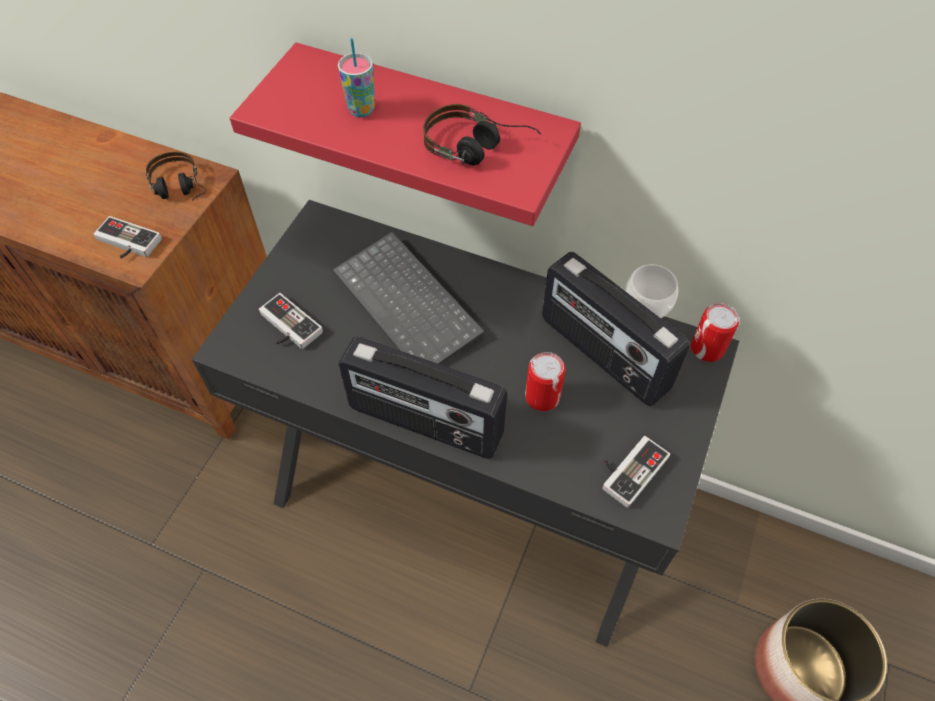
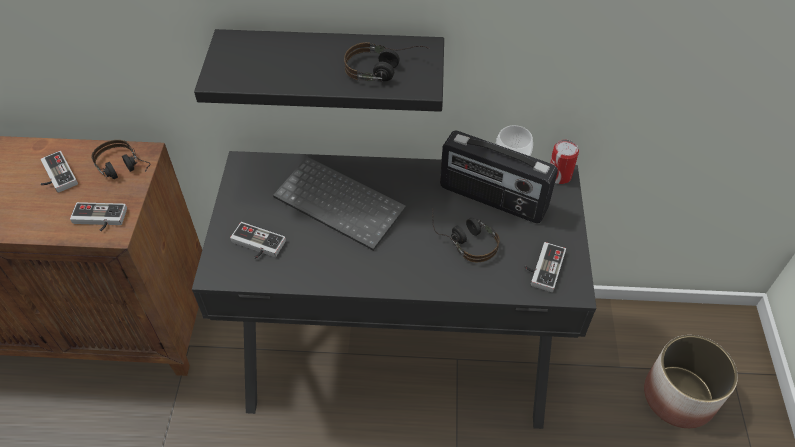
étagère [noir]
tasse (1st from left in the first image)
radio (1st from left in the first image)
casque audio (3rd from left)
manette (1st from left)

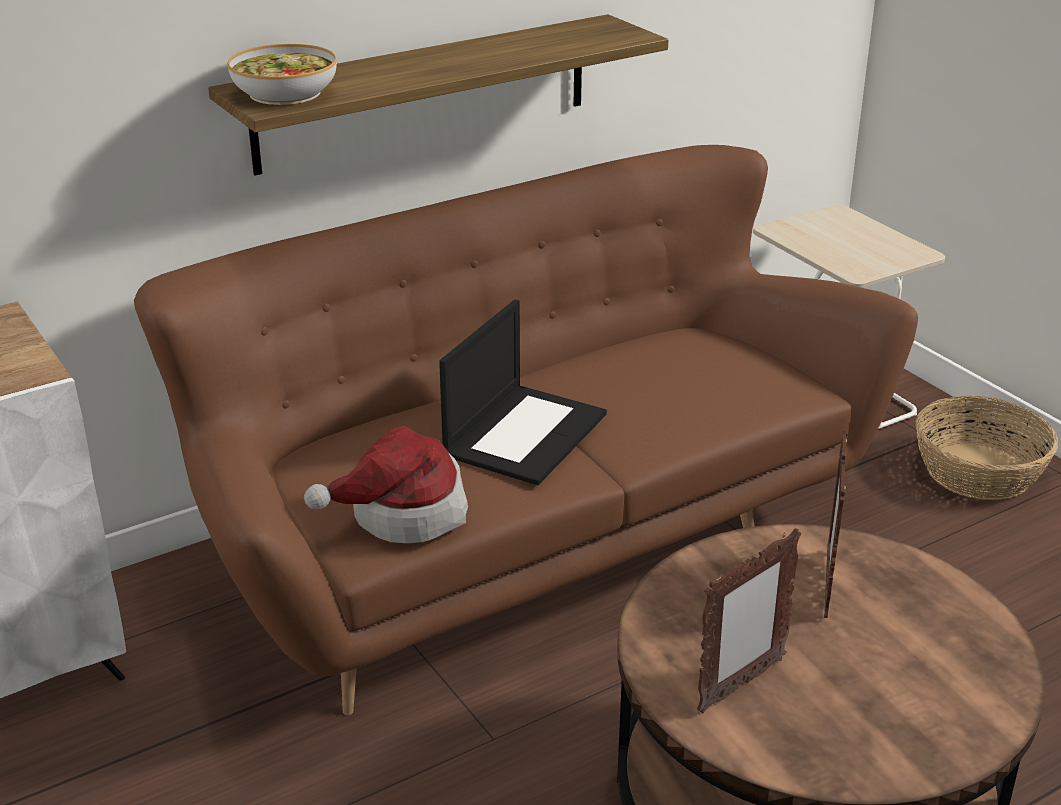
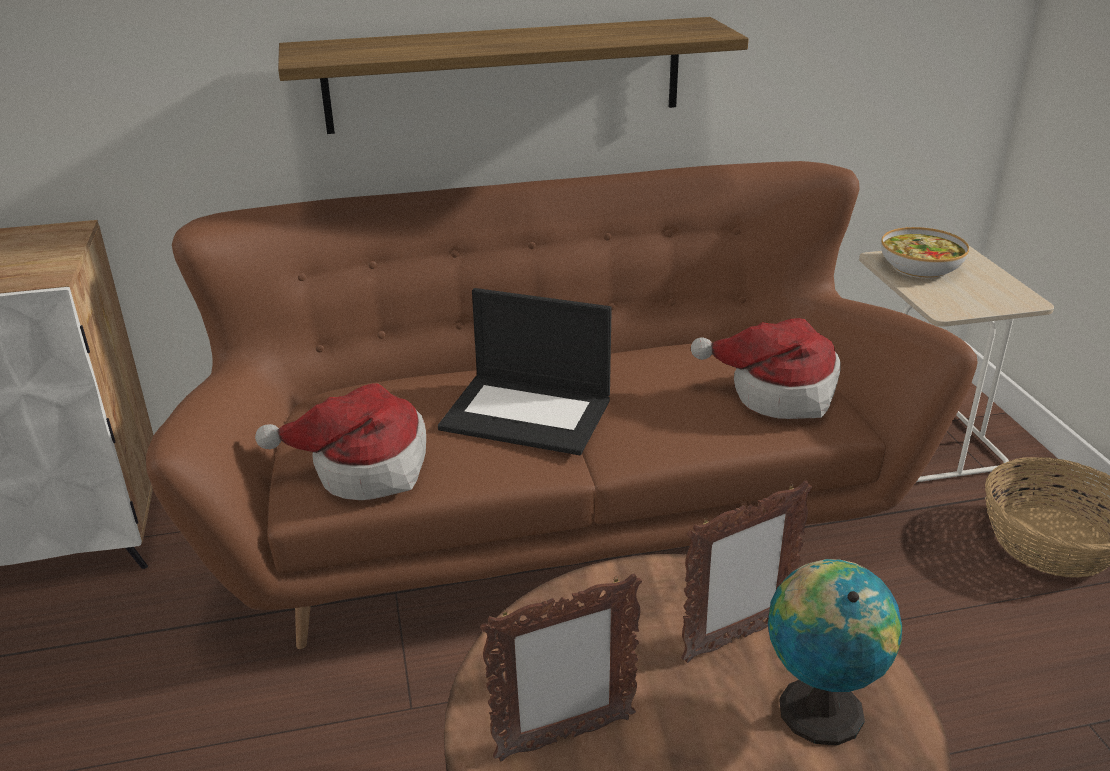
bol
ordinateur portable
cadre photo (2nd from left)
chapeau (2nd from left)
globe

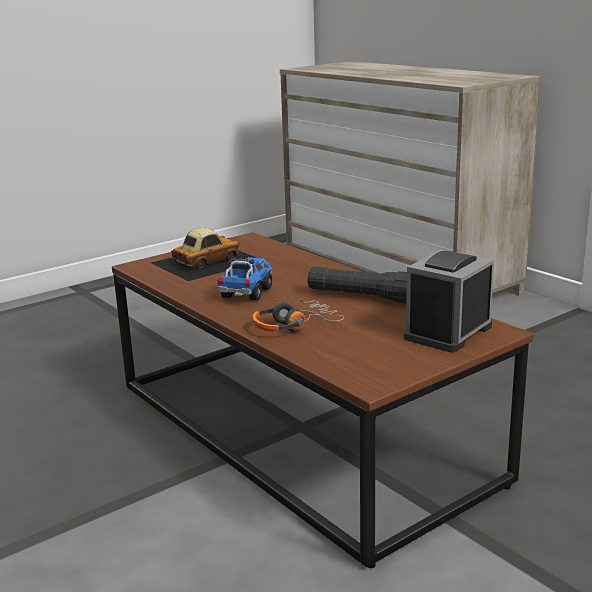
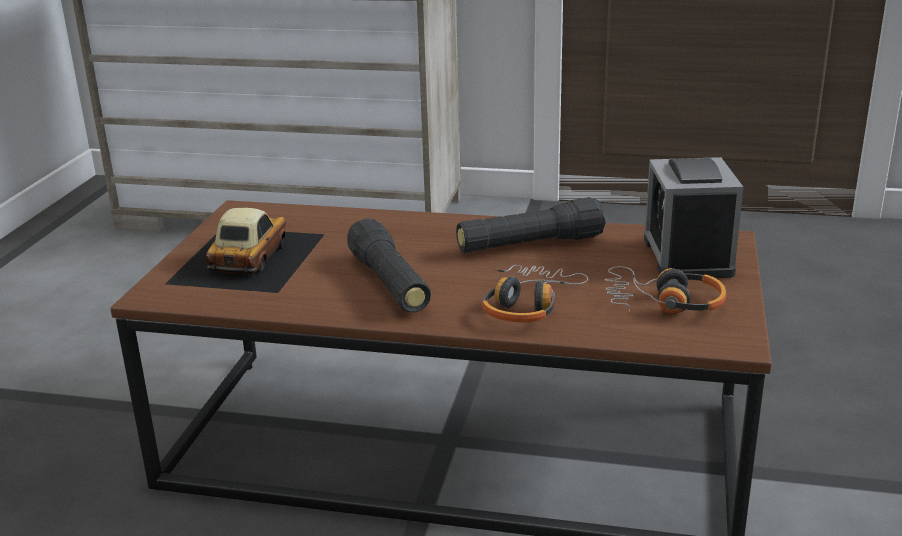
lampe de poche [noir] (1st from left)
casque audio (2nd from left)

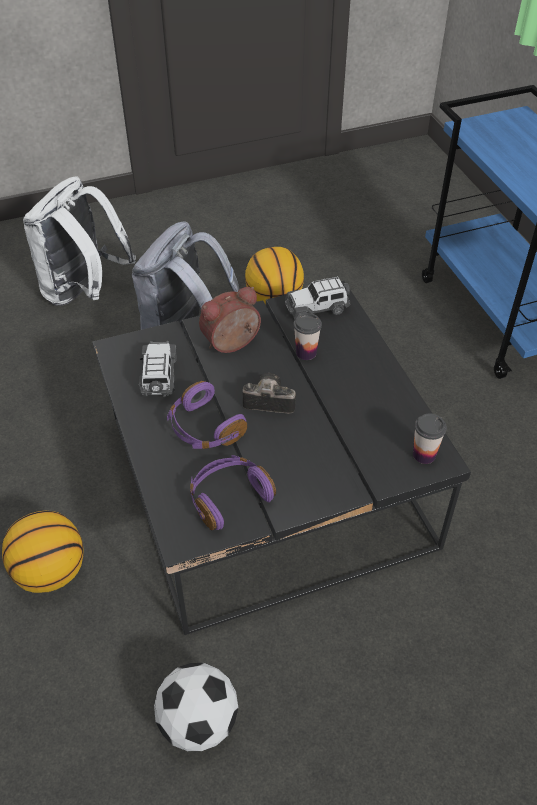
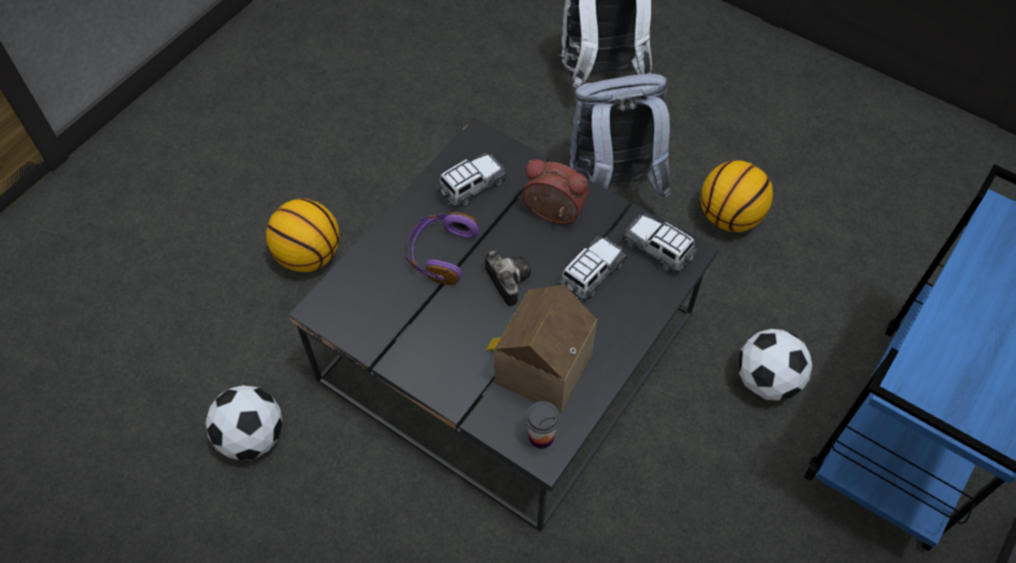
casque audio [violet] (2nd from left in the first image)
petite voiture (2nd from left)
maison miniature
ballon de foot (2nd from left)

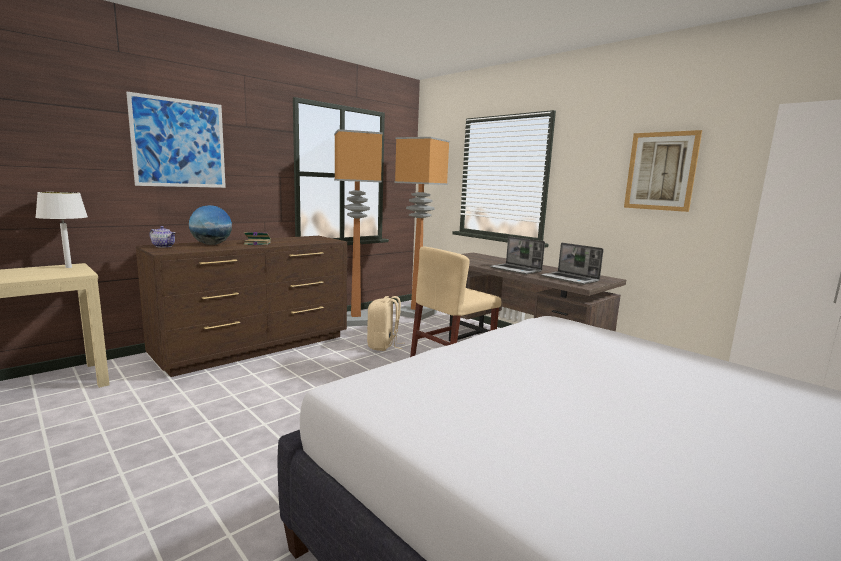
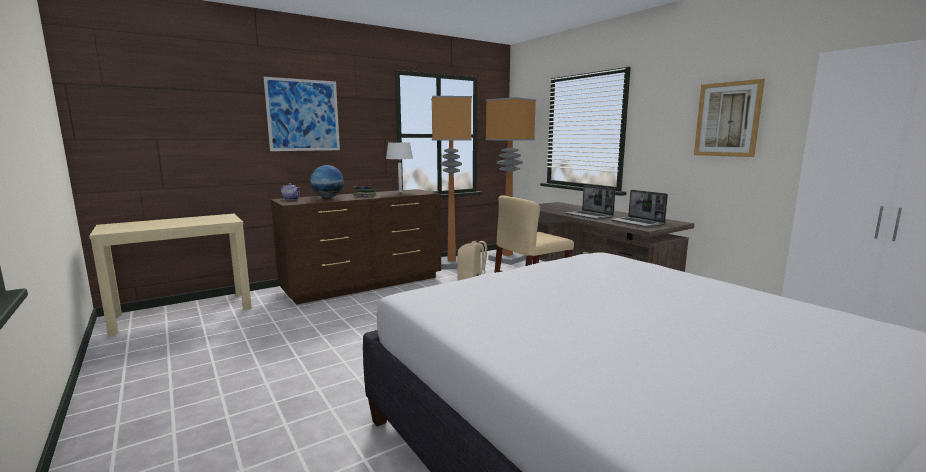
lampe de table [blanc]

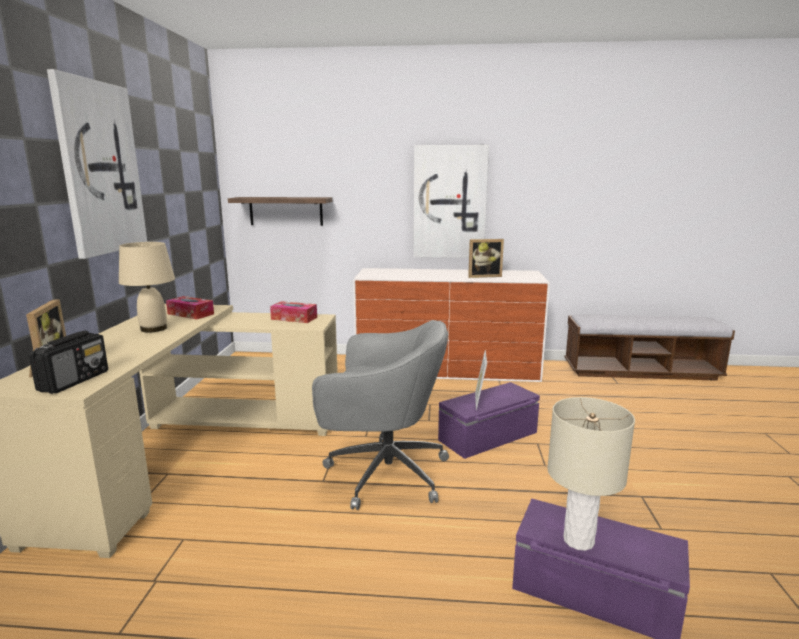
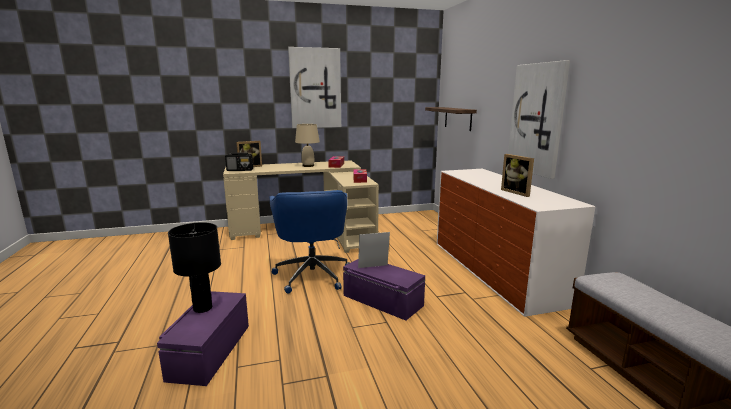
chaise de bureau [bleu]
lampe de table [noir]

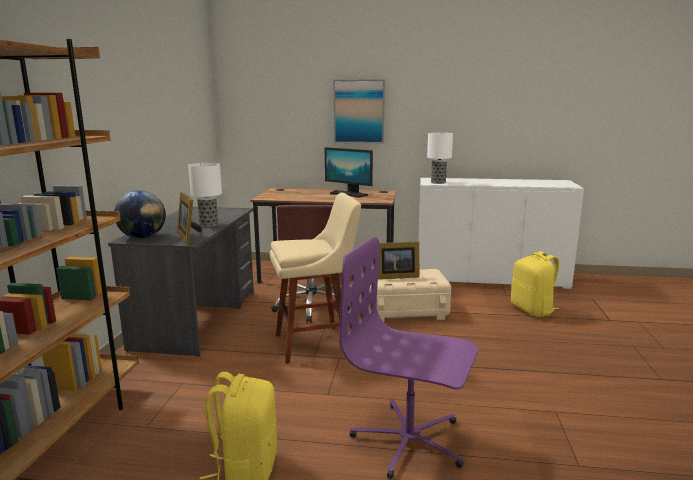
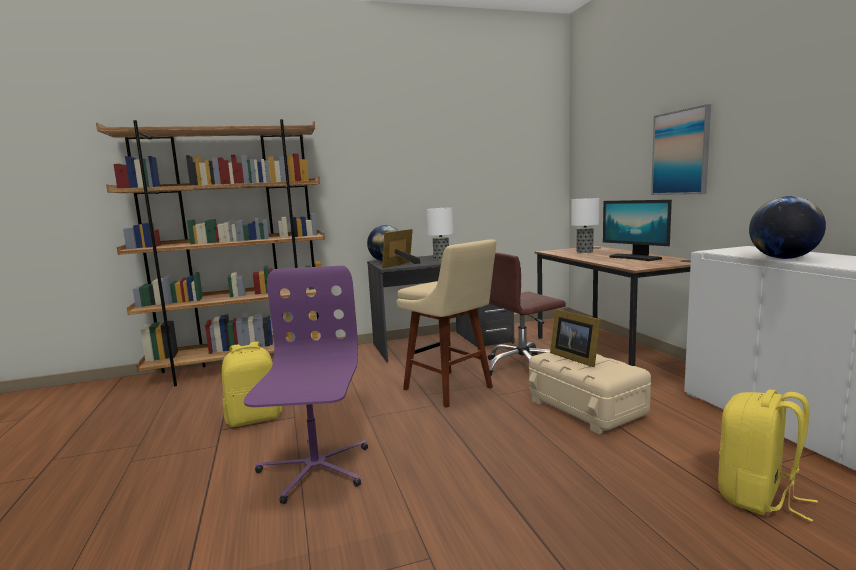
écran d'ordinateur
lampe de table (2nd from left)
globe (2nd from left)

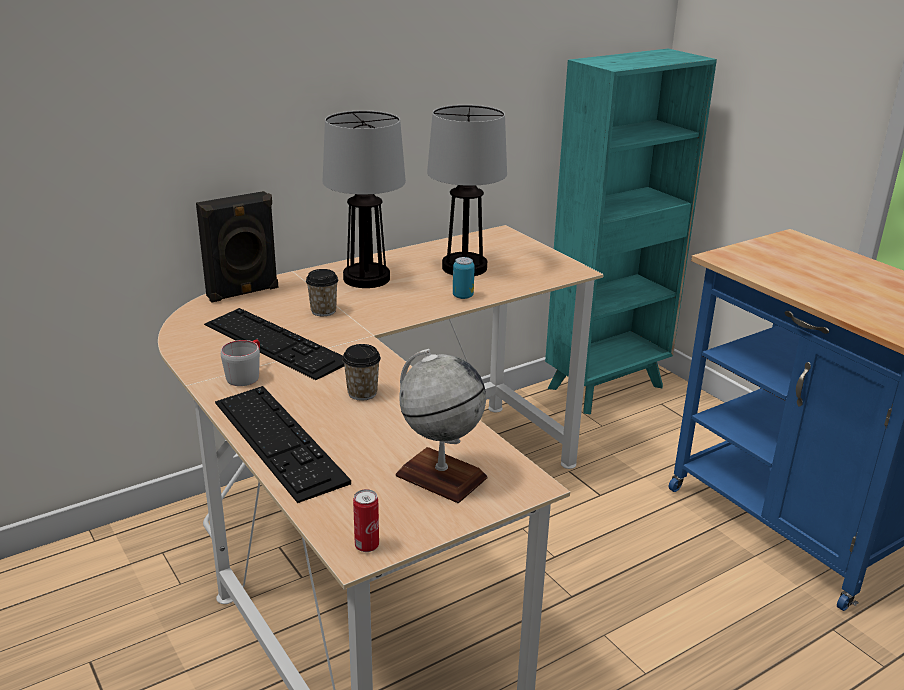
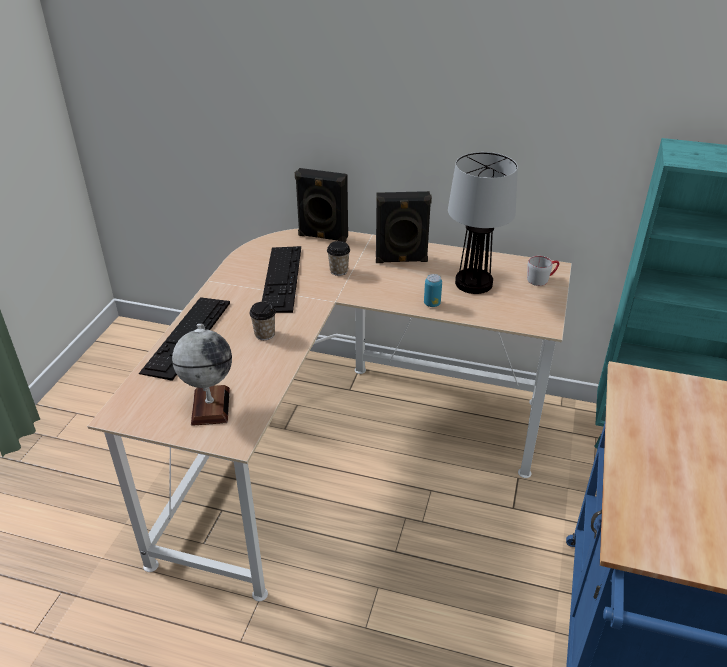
mug [gris]
enceinte [noir] (2nd from left)
boîte métallique (1st from left in the first image)

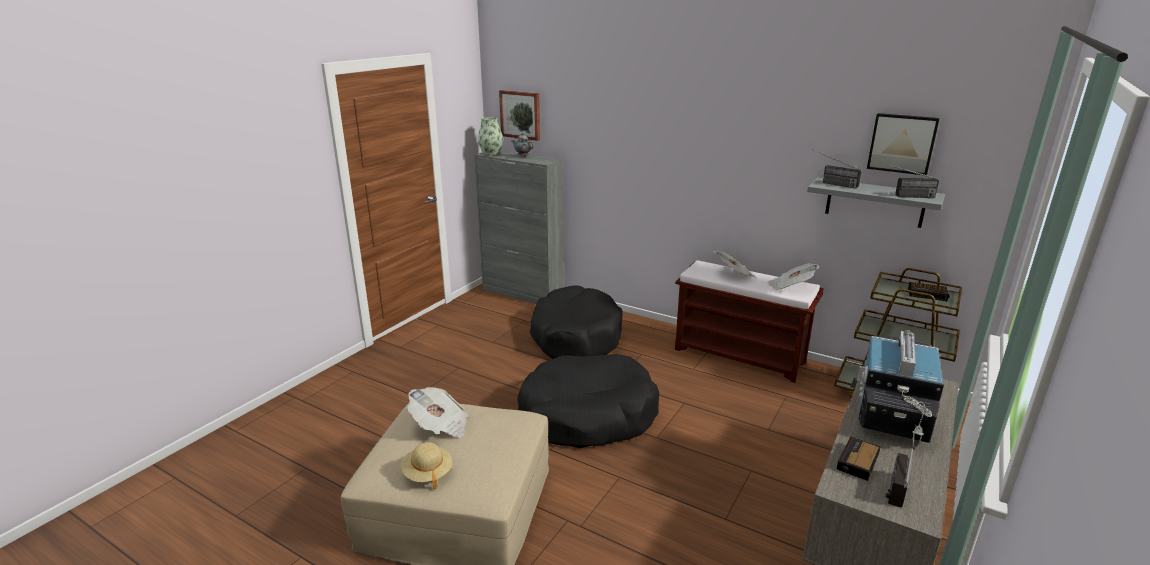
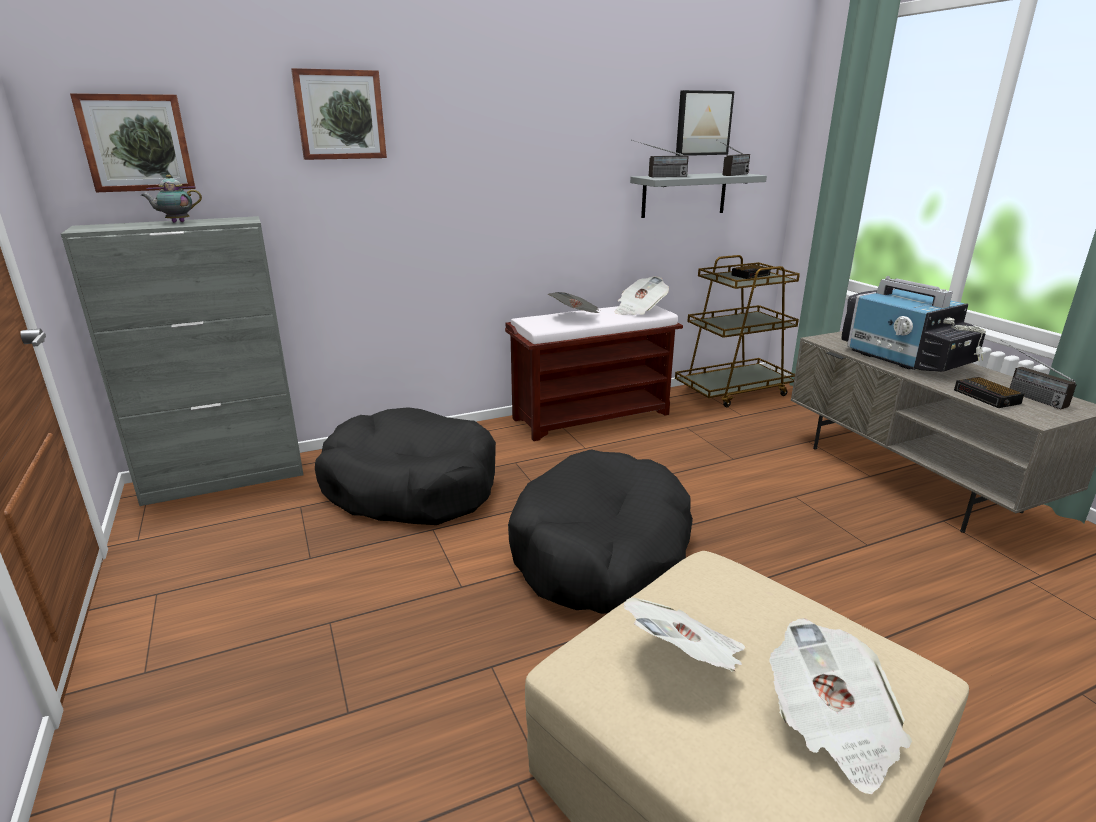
journal (4th from left)
vase
tableau (2nd from left)

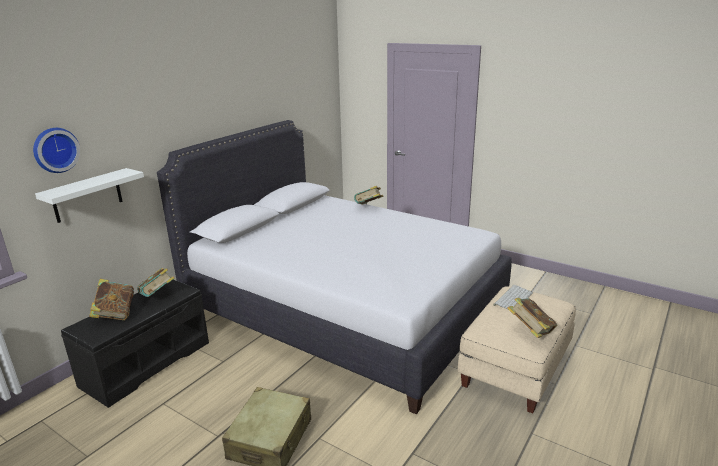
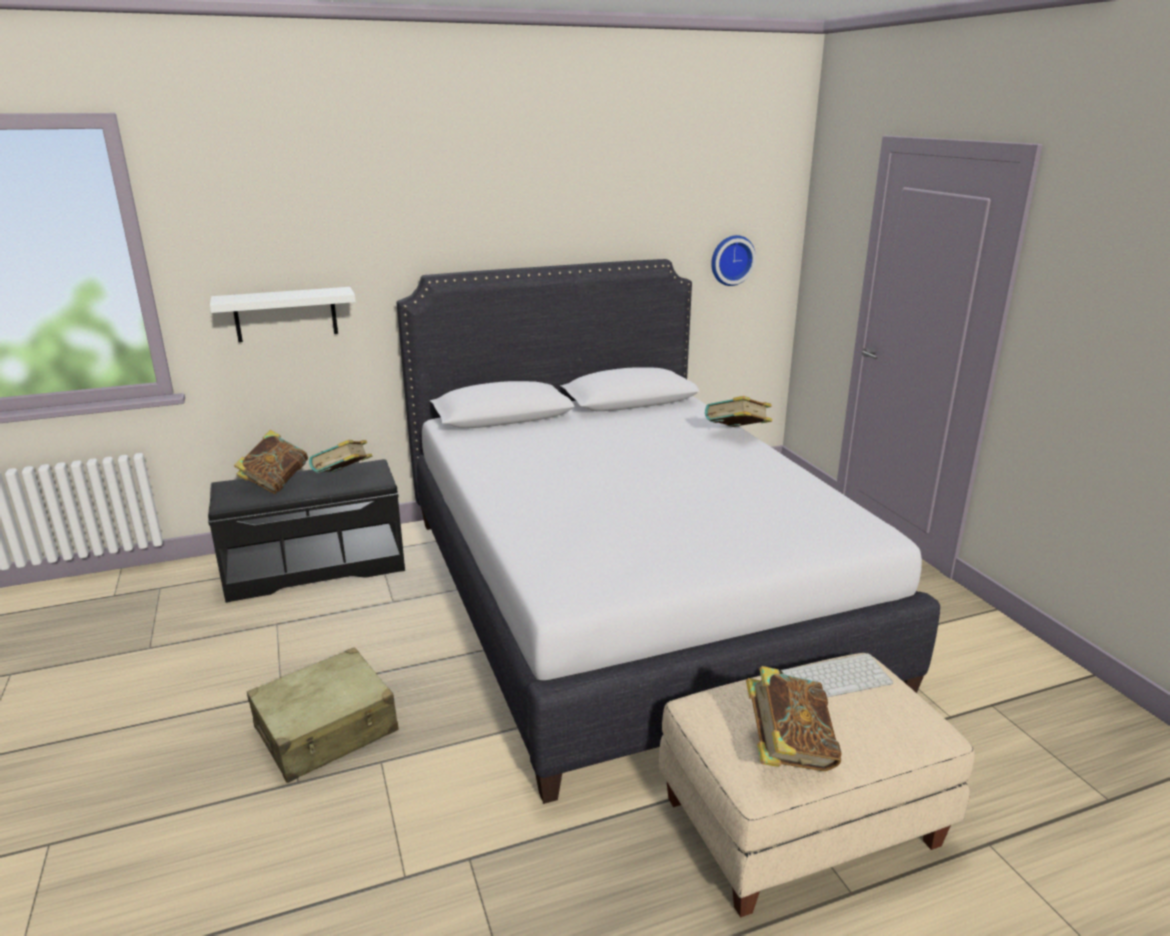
horloge murale

